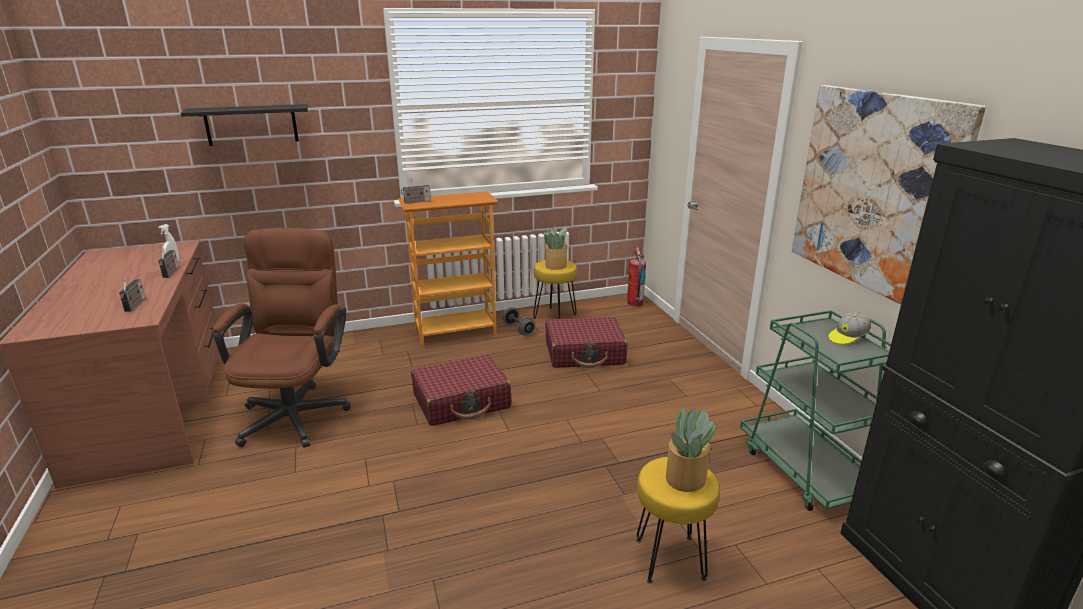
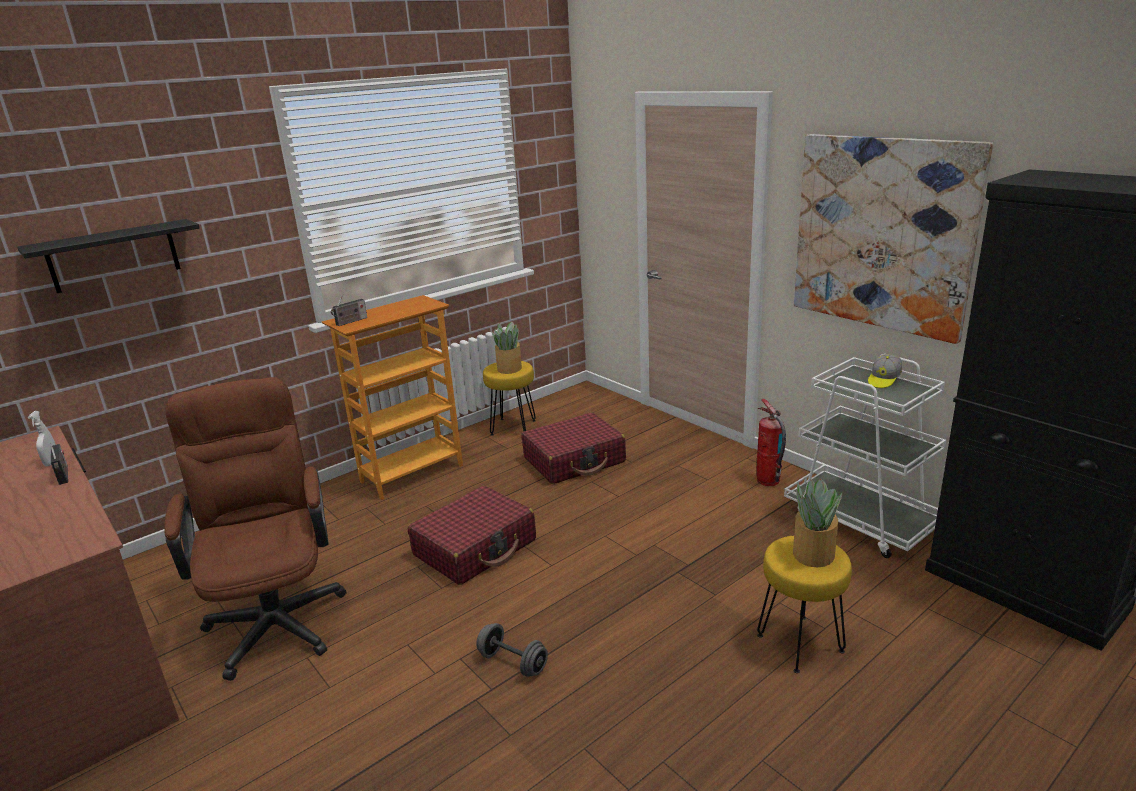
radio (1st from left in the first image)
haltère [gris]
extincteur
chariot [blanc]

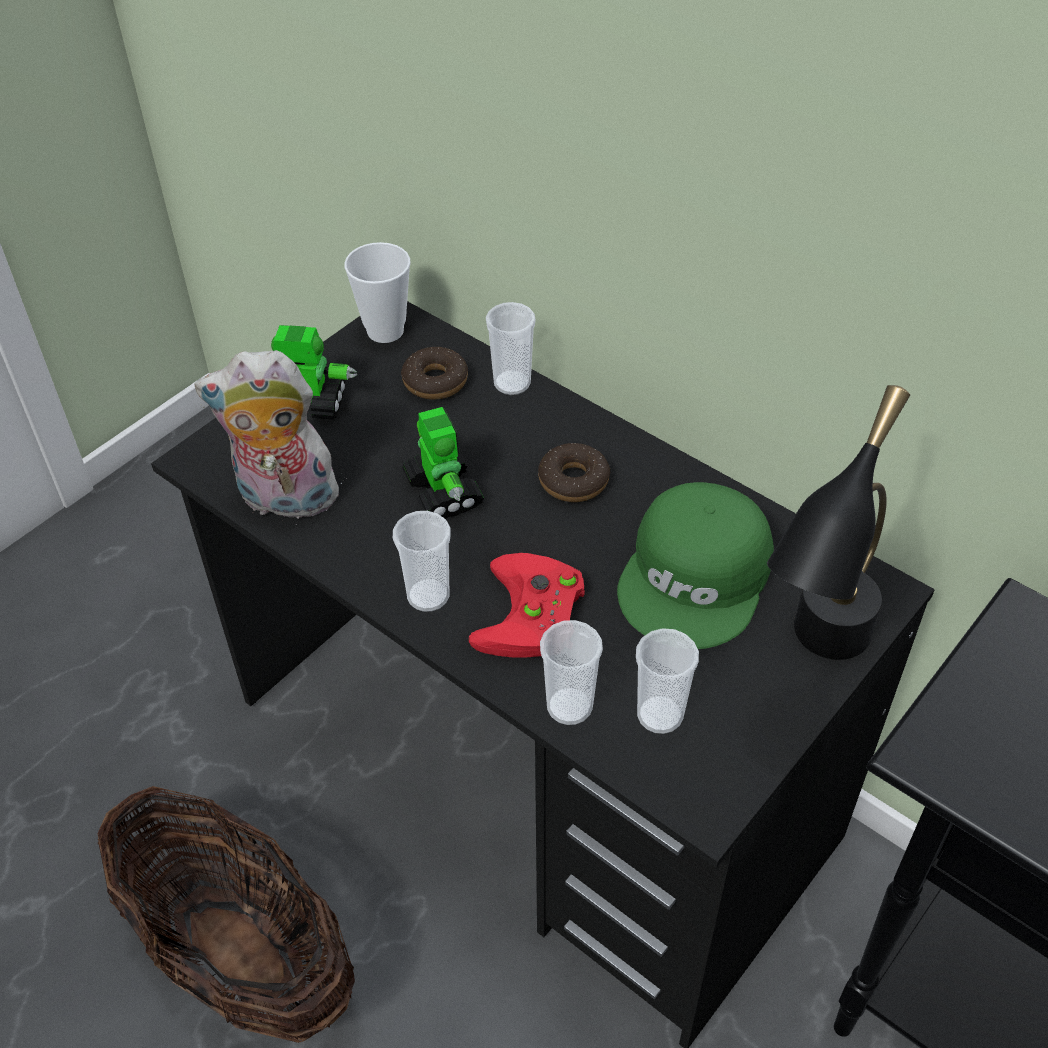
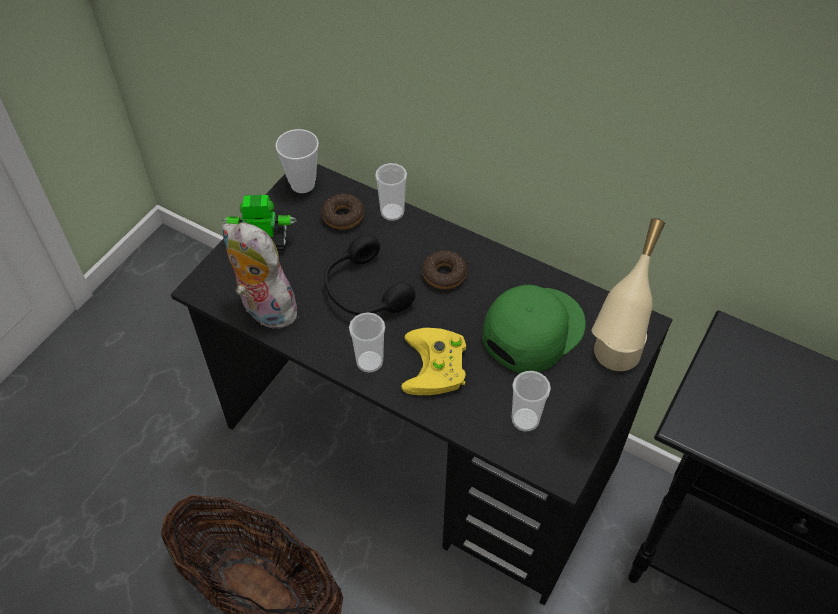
peluche
casque audio [noir]
manette [jaune]
tasse (4th from left in the first image)
casquette [vert]
lampe de table [beige]

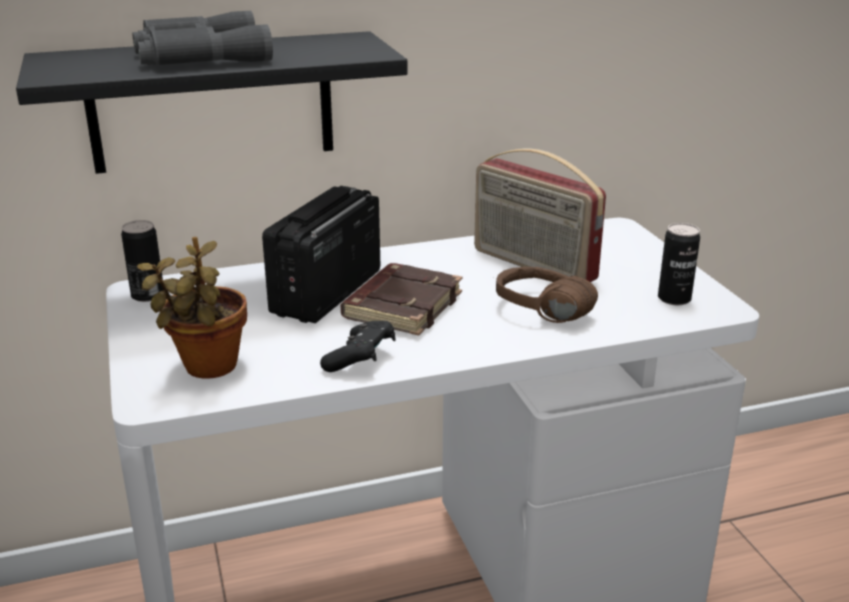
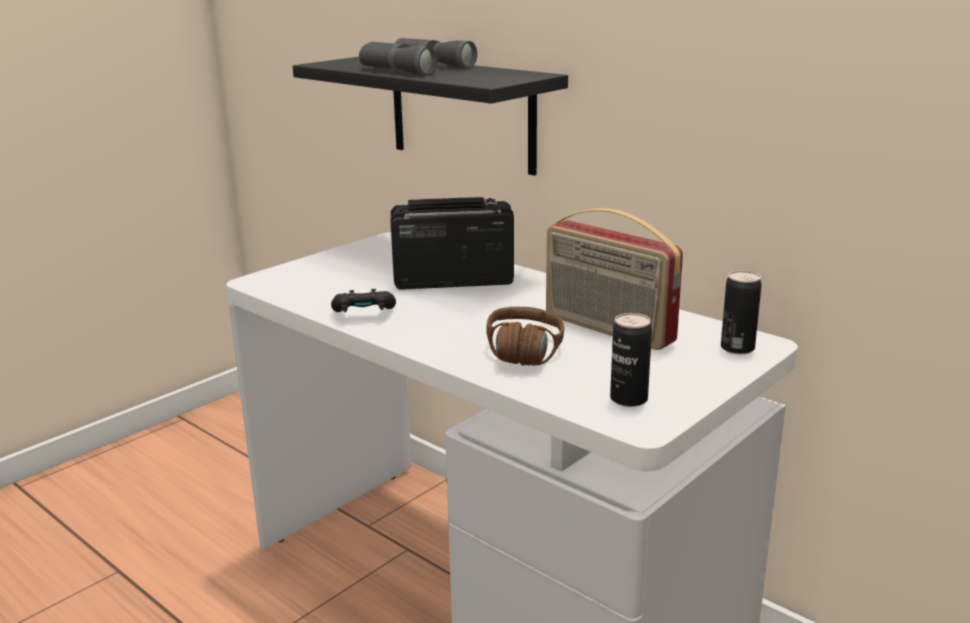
boîte métallique (2nd from left)
plante en pot
livre [marron]
radio (2nd from left)

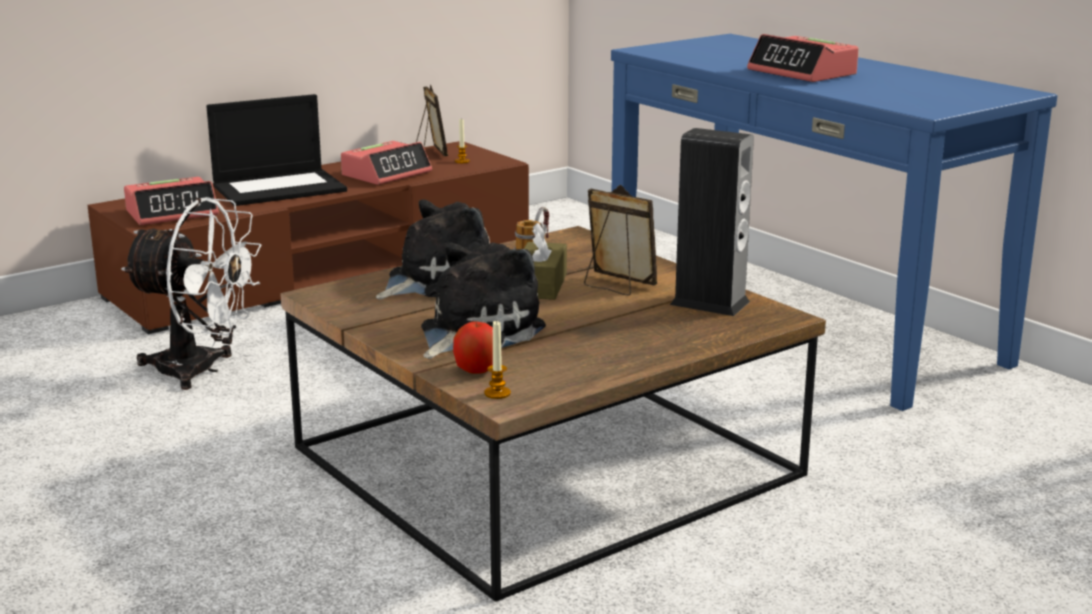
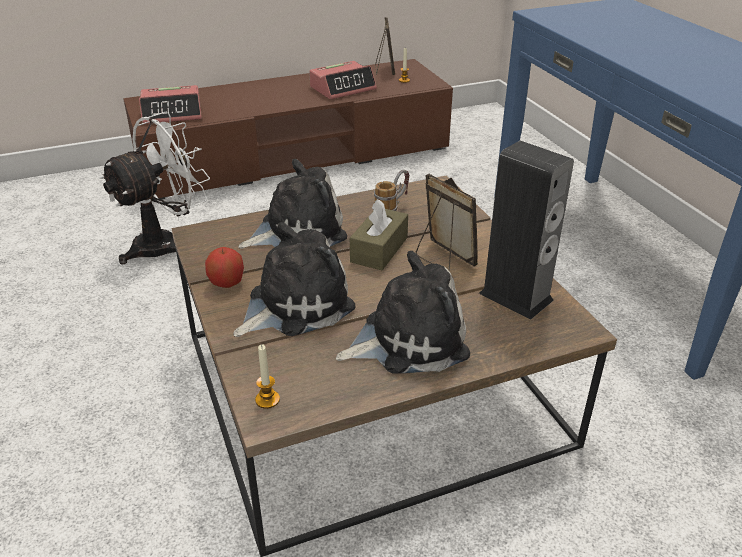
ventilateur [blanc]
ordinateur portable
pomme
réveil (3rd from left in the first image)
peluche (3rd from left)

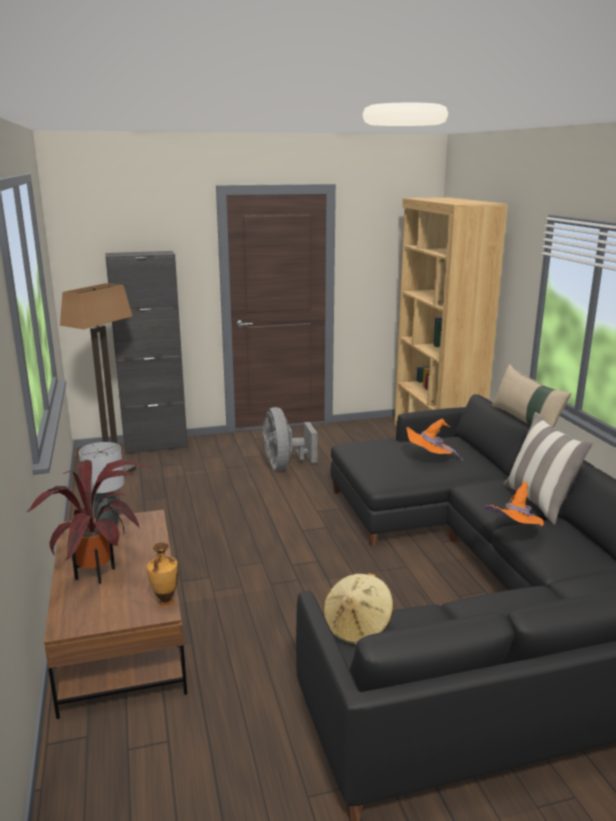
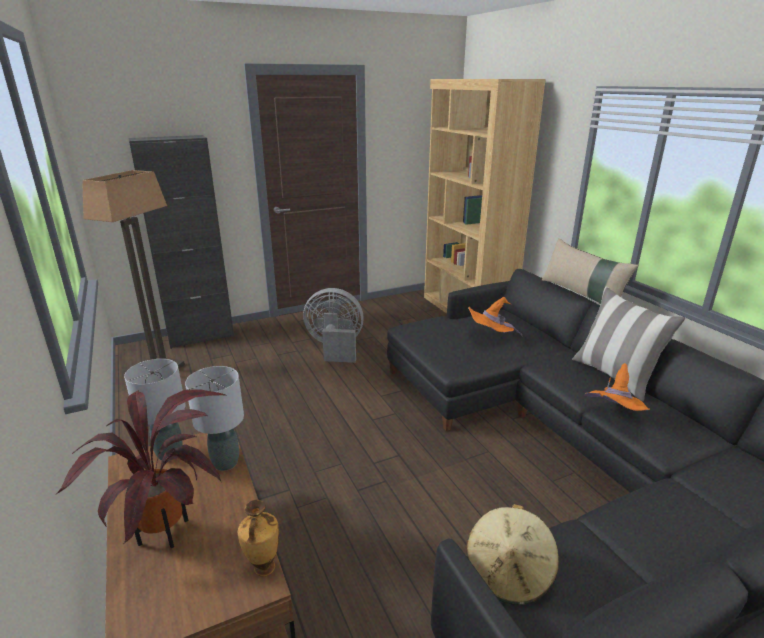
ventilateur [gris]
lampe de table [gris] (2nd from left)

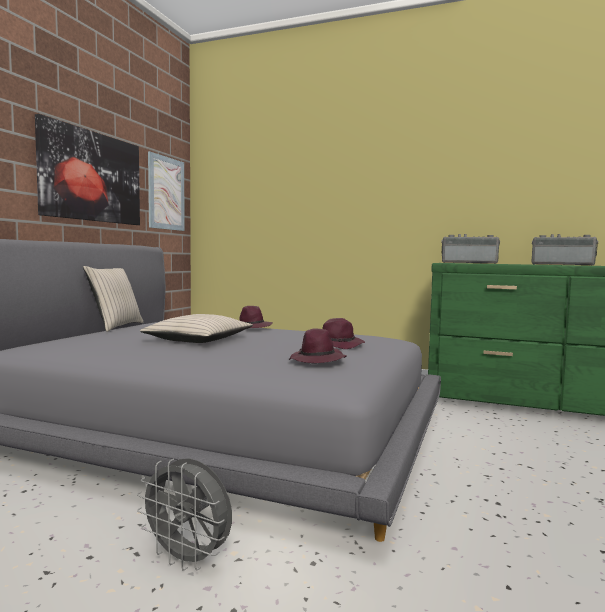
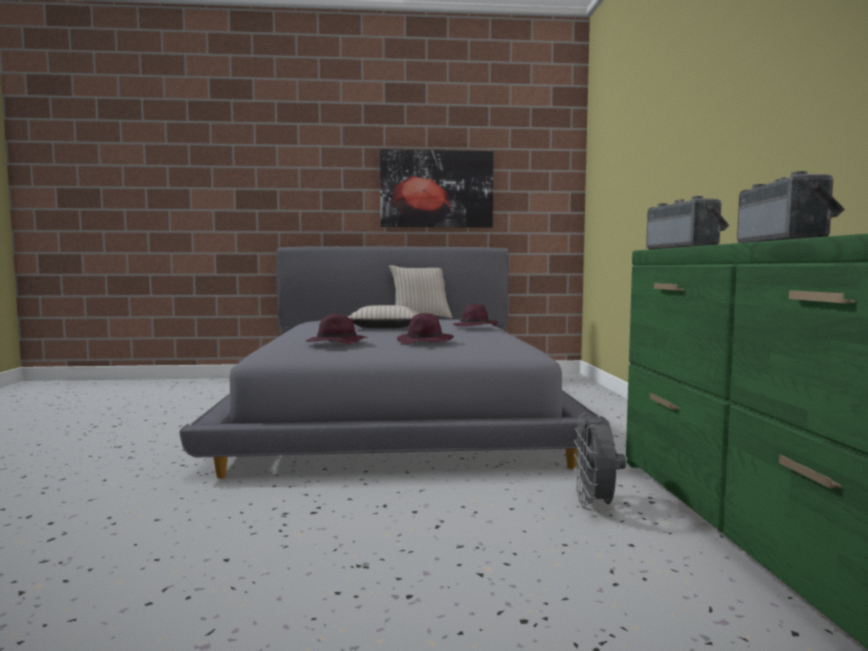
ventilateur [gris]
tableau (2nd from left in the first image)

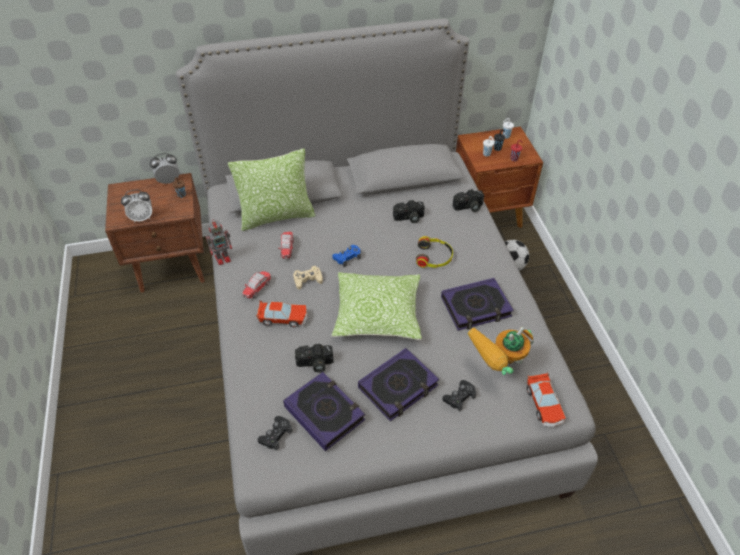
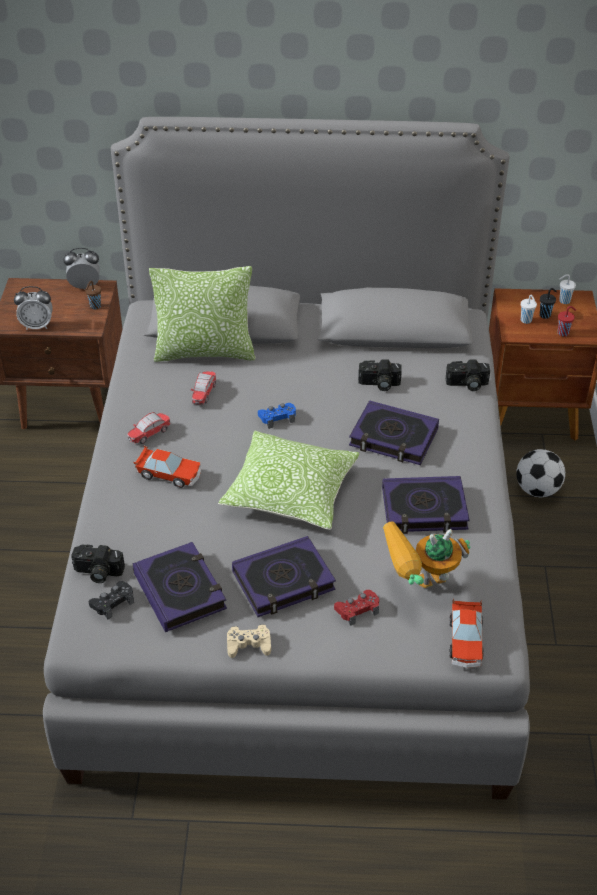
robot jouet (1st from left in the first image)
manette [beige]
appareil photo (1st from left)
livre (3rd from left)
manette [rouge]

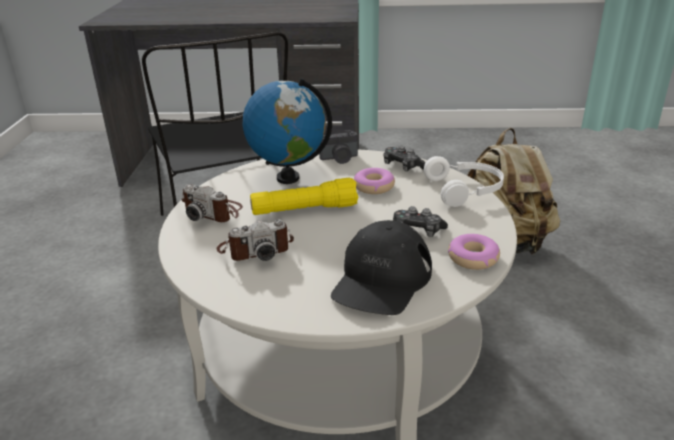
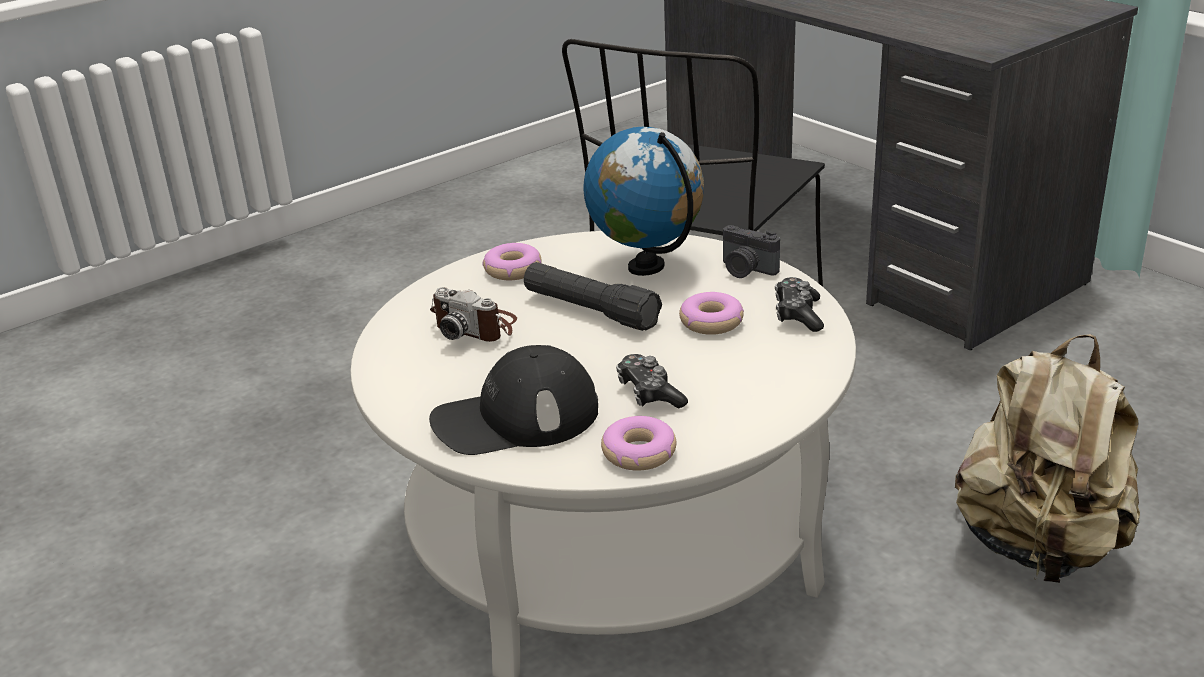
beignet (1st from left)
lampe de poche [noir]
casque audio [blanc]

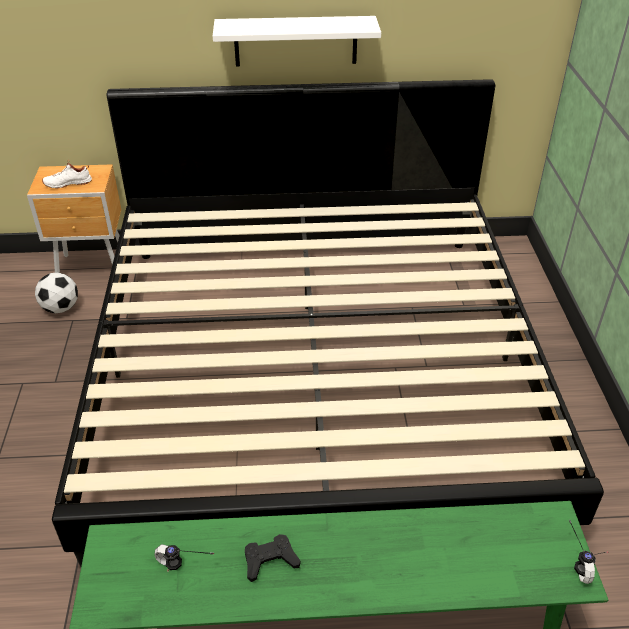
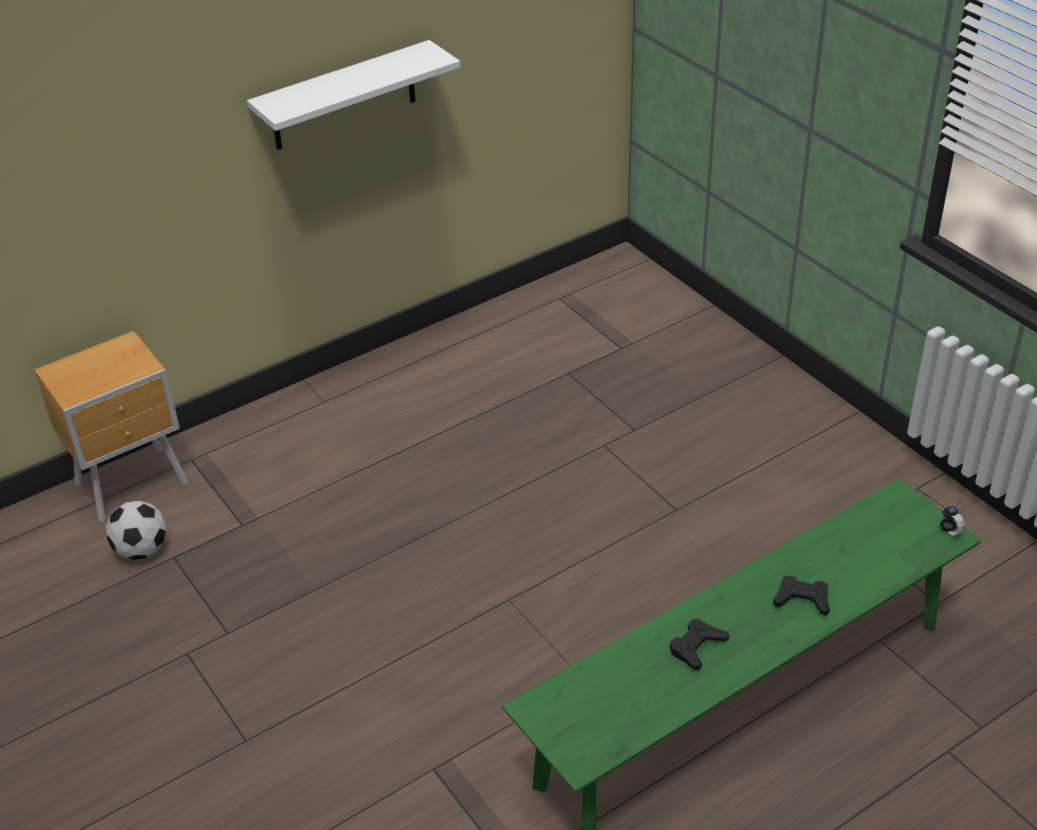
chaussure [blanc]
lit
casque audio (1st from left in the first image)
manette [noir] (2nd from left)

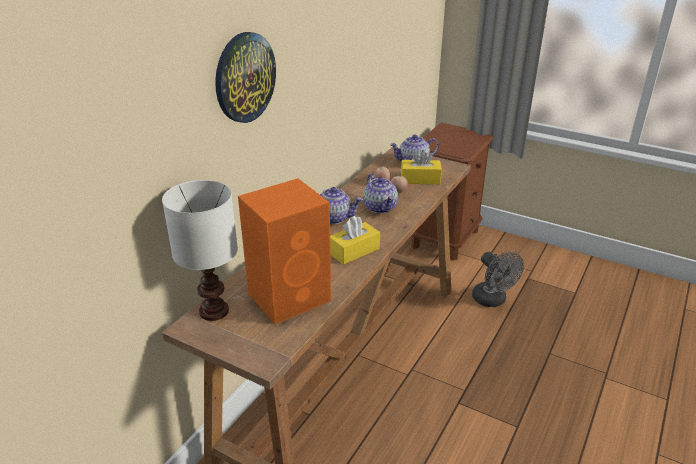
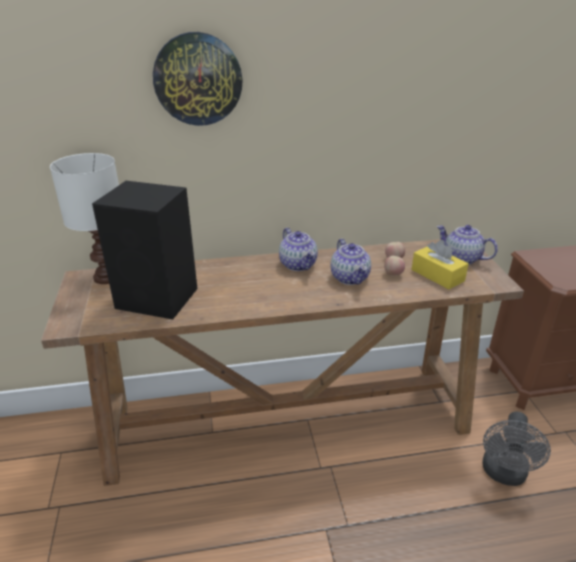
enceinte [noir]
boîte à mouchoirs [jaune] (1st from left in the first image)
théière (2nd from left)

